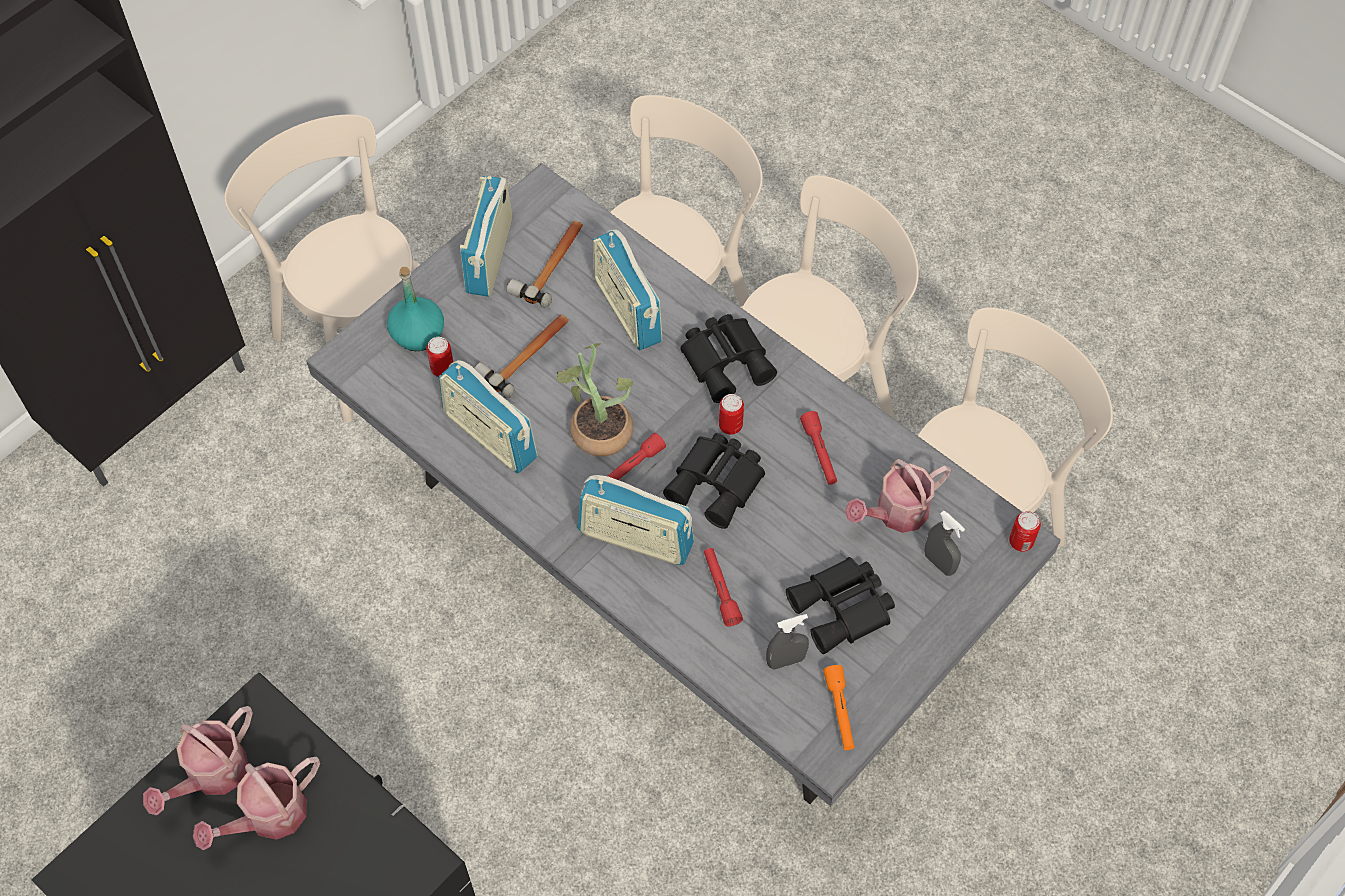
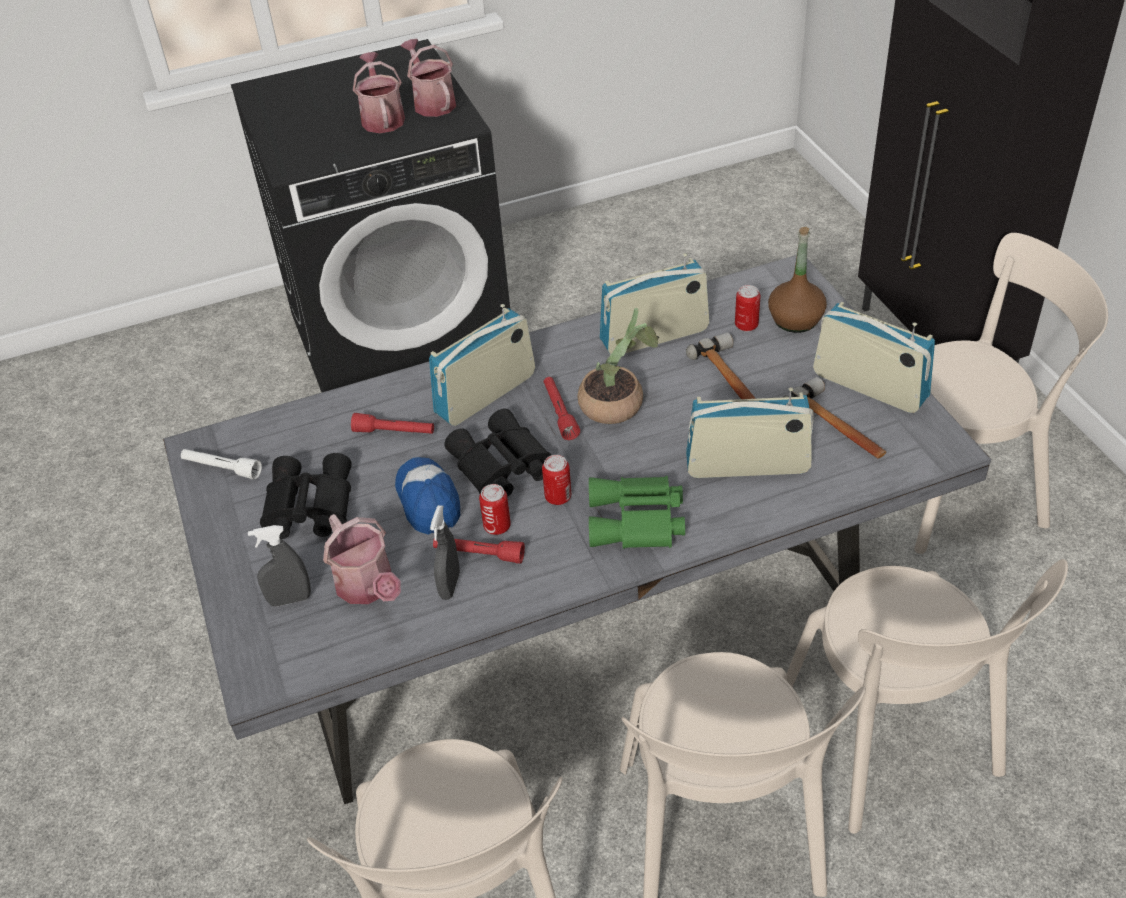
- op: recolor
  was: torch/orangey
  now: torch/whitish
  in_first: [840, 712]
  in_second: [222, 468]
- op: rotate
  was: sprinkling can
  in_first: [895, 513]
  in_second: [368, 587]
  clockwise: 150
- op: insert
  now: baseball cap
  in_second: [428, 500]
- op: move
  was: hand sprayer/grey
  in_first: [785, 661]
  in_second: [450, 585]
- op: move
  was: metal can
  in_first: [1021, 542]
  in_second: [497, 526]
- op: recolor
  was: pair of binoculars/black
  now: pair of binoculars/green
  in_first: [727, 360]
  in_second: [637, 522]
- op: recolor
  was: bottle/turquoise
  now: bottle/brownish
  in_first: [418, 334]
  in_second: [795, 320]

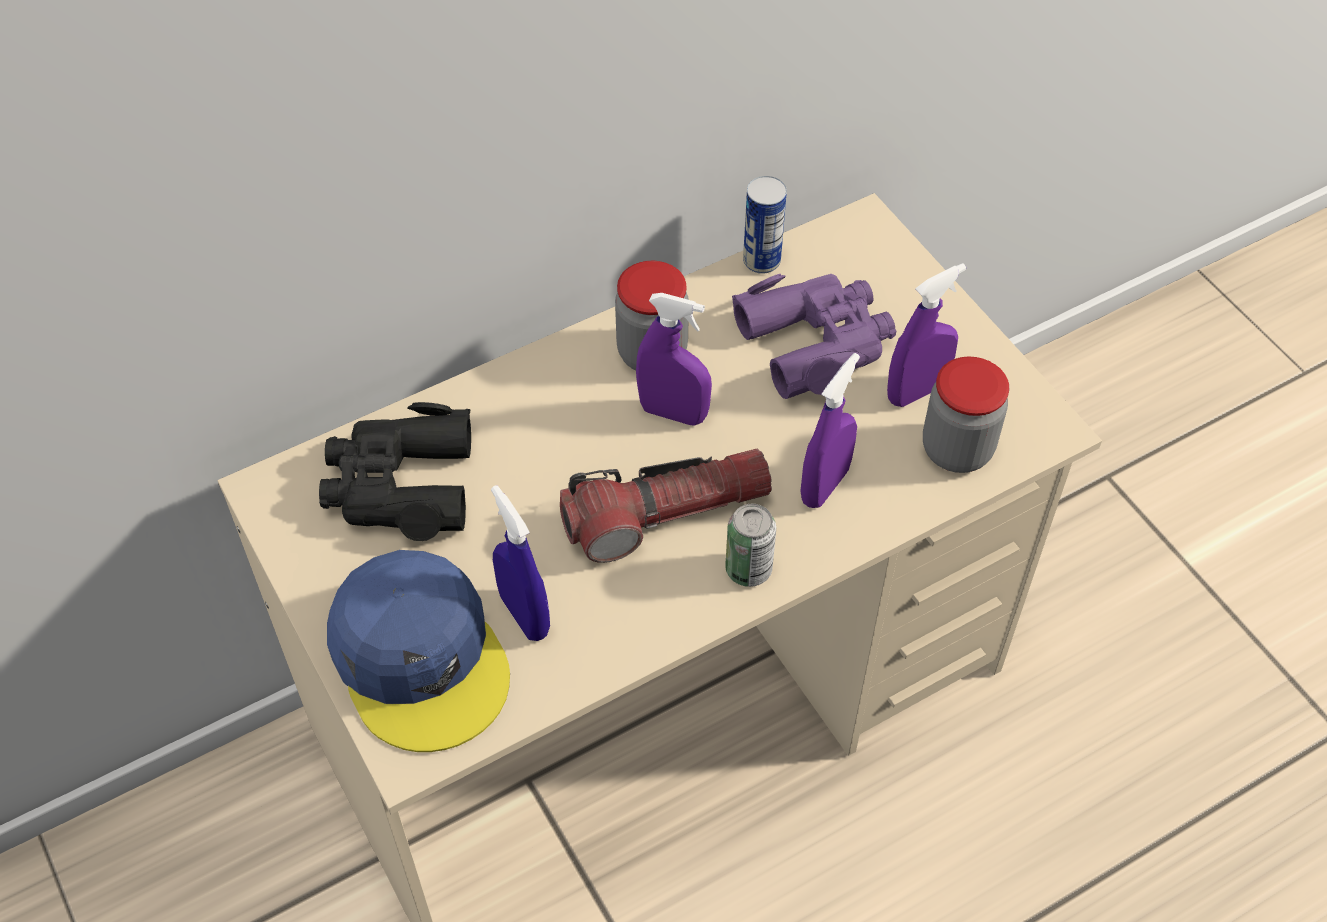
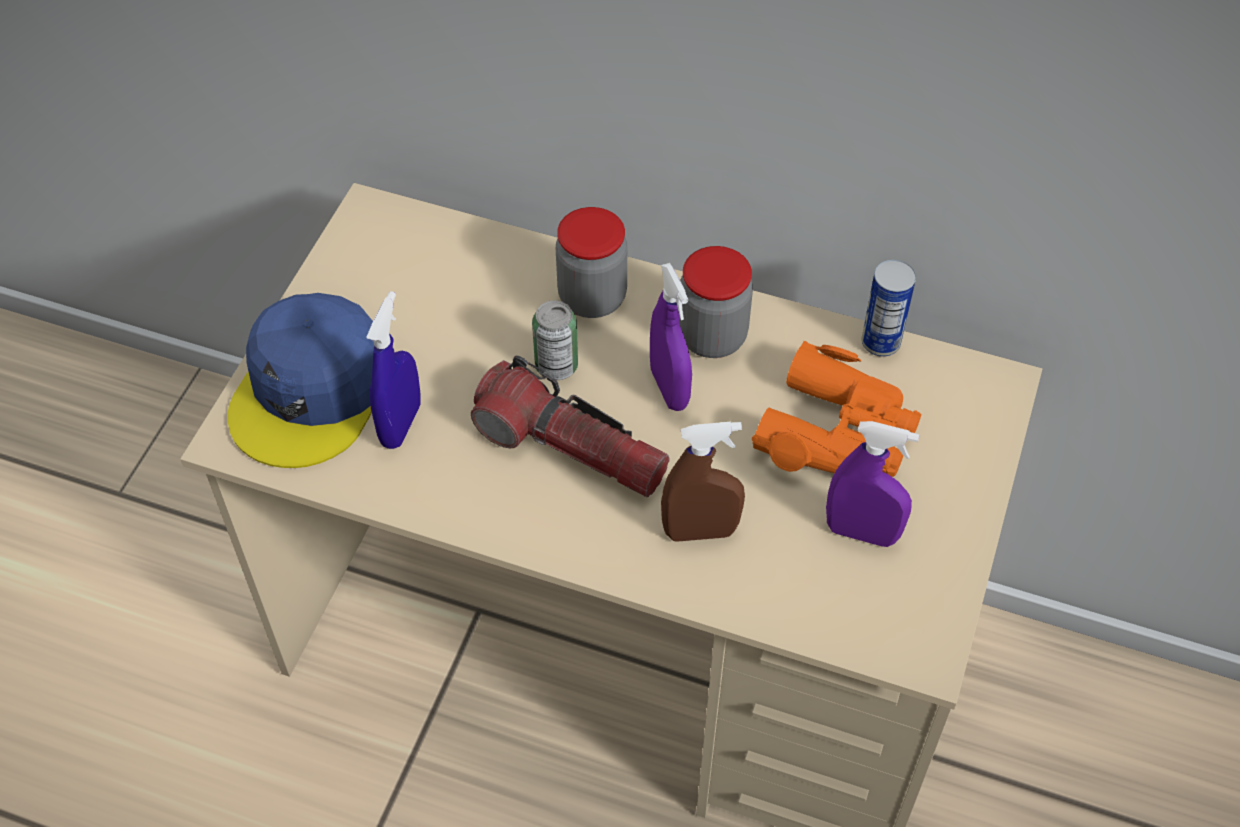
- op: move
  was: metal can
  in_first: [748, 569]
  in_second: [556, 366]
- op: move
  was: preserve jar
  in_first: [957, 449]
  in_second: [592, 298]
- op: recolor
  was: hand sprayer/purple-coloured
  now: hand sprayer/brownish
  in_first: [825, 485]
  in_second: [700, 531]
- op: recolor
  was: pair of binoculars/purple-coloured
  now: pair of binoculars/orangey
  in_first: [816, 342]
  in_second: [838, 432]
- op: delete
  was: pair of binoculars/black
  in_first: [400, 485]

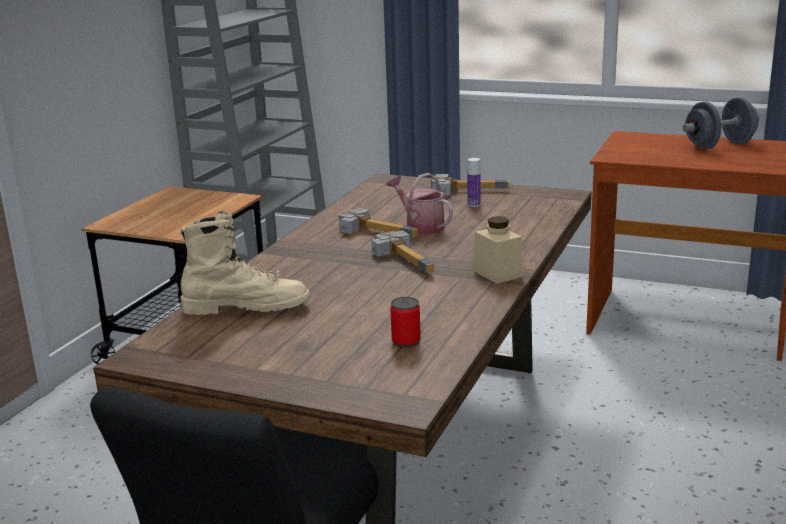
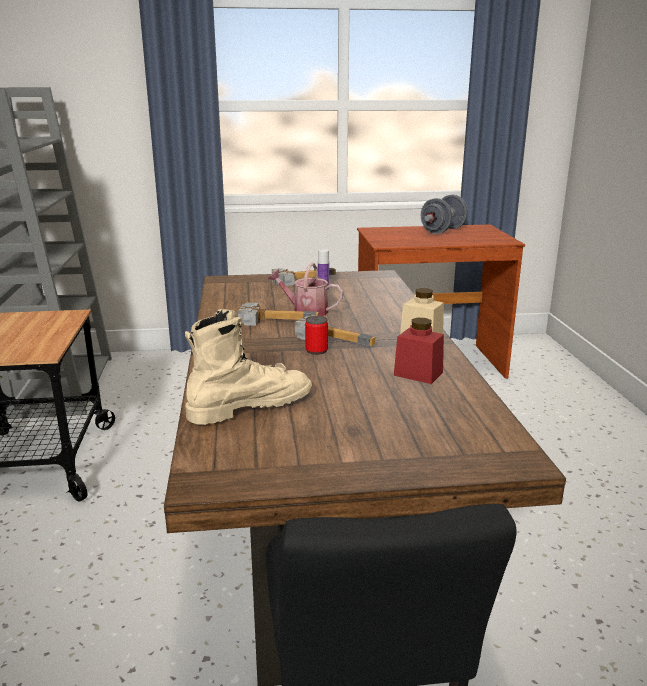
- op: move
  was: metal can
  in_first: [406, 341]
  in_second: [316, 350]
- op: insert
  now: preserve jar/red-coloured
  in_second: [418, 374]

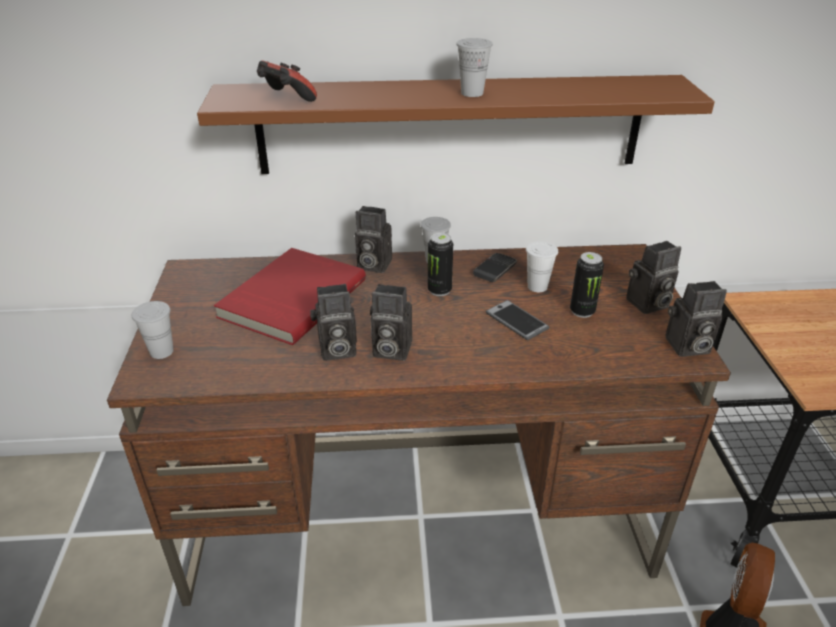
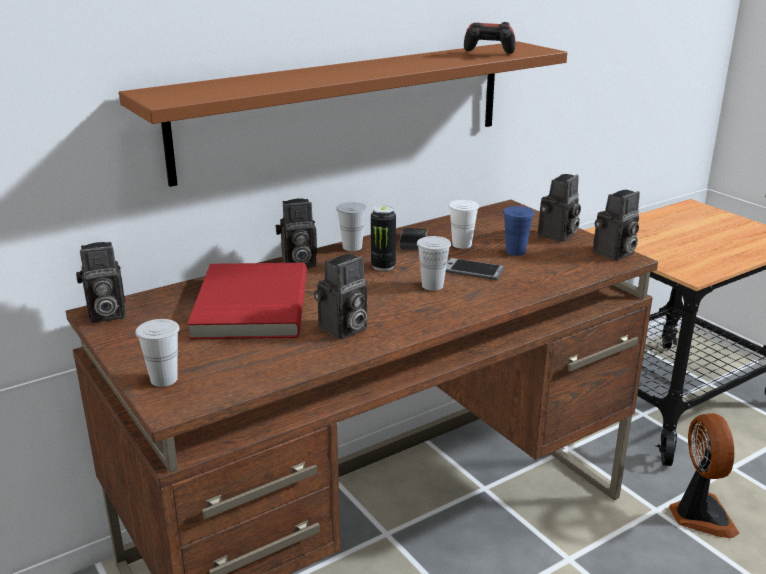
- op: move
  was: still camera
  in_first: [389, 350]
  in_second: [105, 315]
- op: move
  was: drinking cup/whitish
  in_first: [472, 93]
  in_second: [432, 286]
- op: move
  was: gamepad
  in_first: [286, 99]
  in_second: [488, 55]
- op: replace
  was: metal can
  now: drinking cup/bluish
  in_first: [582, 311]
  in_second: [515, 252]

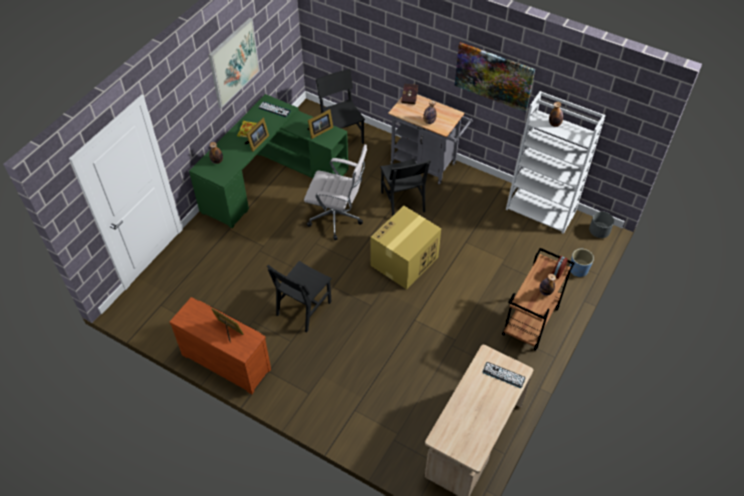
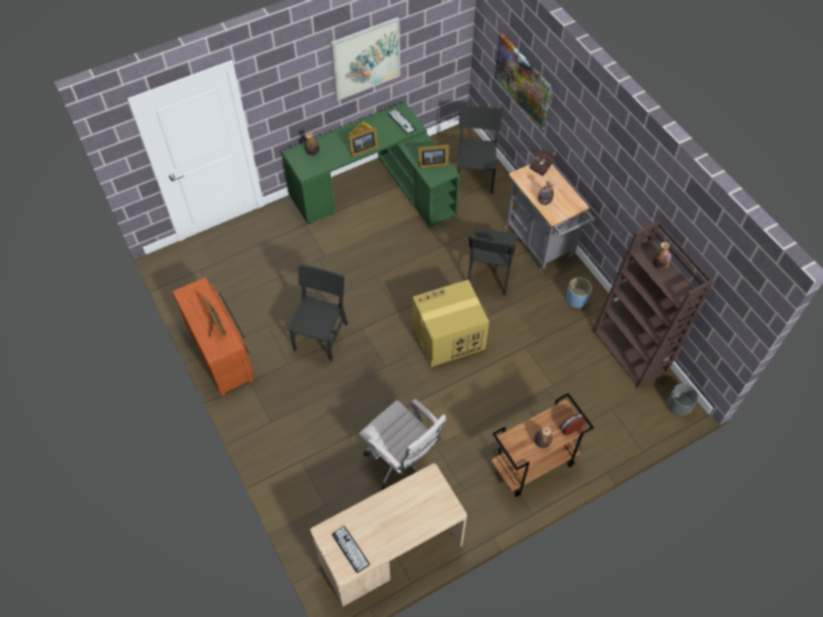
- op: rotate
  was: plain chair/black
  in_first: [303, 308]
  in_second: [321, 336]
  clockwise: 135
- op: move
  was: computer keyboard
  in_first: [503, 375]
  in_second: [350, 549]
- op: move
  was: office chair/whitish
  in_first: [337, 219]
  in_second: [402, 462]
- op: move
  was: wall art
  in_first: [494, 76]
  in_second: [523, 81]
- op: move
  was: flower pot/bluish
  in_first: [578, 270]
  in_second: [576, 300]
- op: recolor
  was: bookcase/whitish
  now: bookcase/brownish
  in_first: [541, 210]
  in_second: [631, 351]

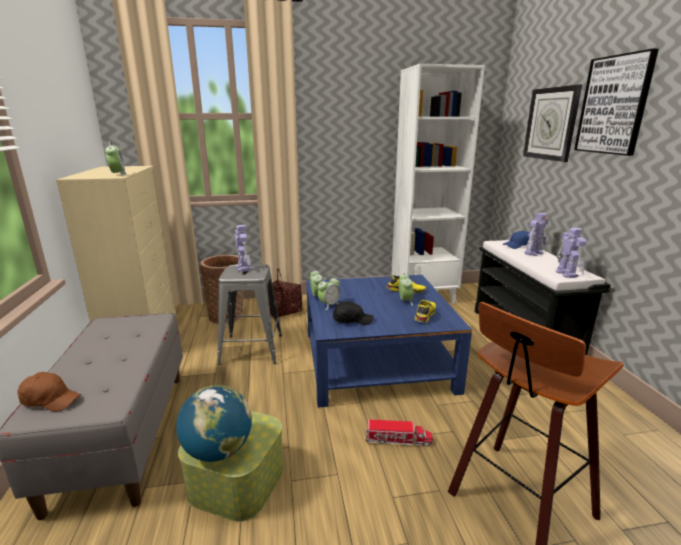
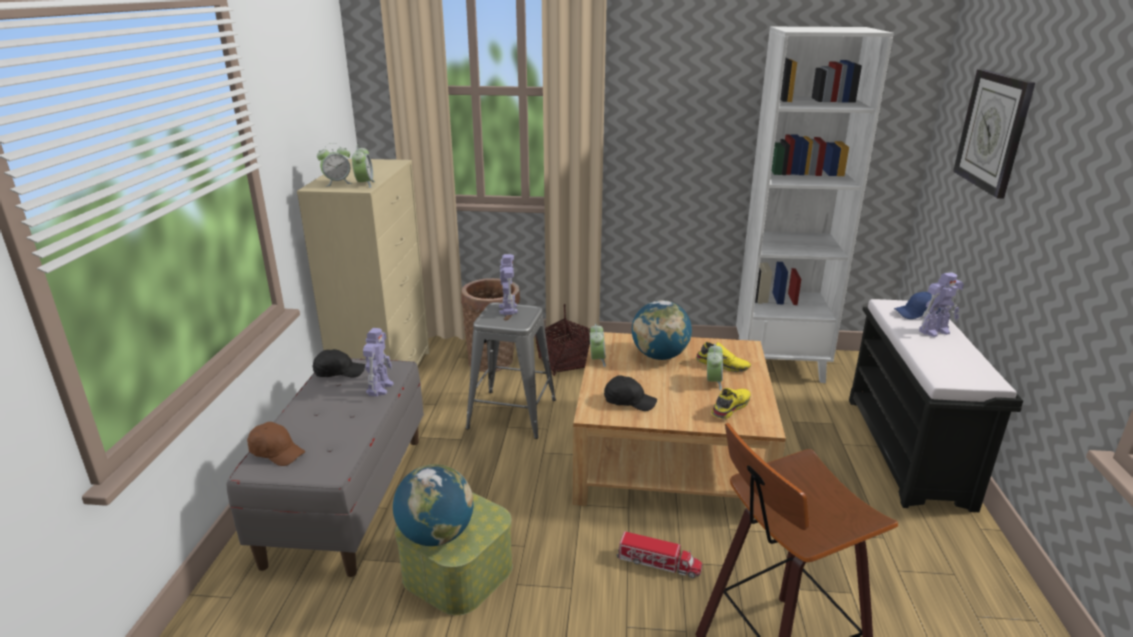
- op: insert
  now: baseball cap/black
  in_second: [339, 372]
- op: move
  was: table clock
  in_first: [329, 305]
  in_second: [337, 183]
- op: move
  was: model robot
  in_first: [566, 273]
  in_second: [380, 388]
- op: recolor
  was: coffee table/bluish
  now: coffee table/sand-coloured
  in_first: [376, 360]
  in_second: [670, 454]
- op: insert
  now: desk globe
  in_second: [659, 356]
- op: delete
  was: wall art
  in_first: [614, 105]

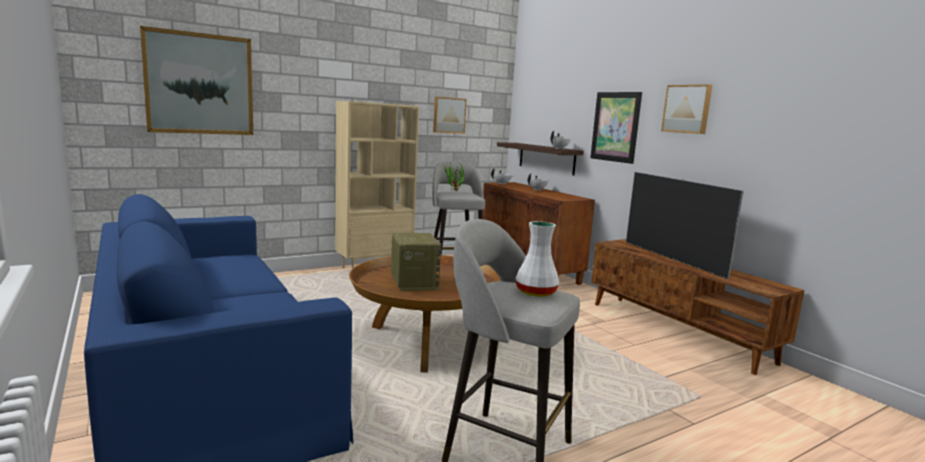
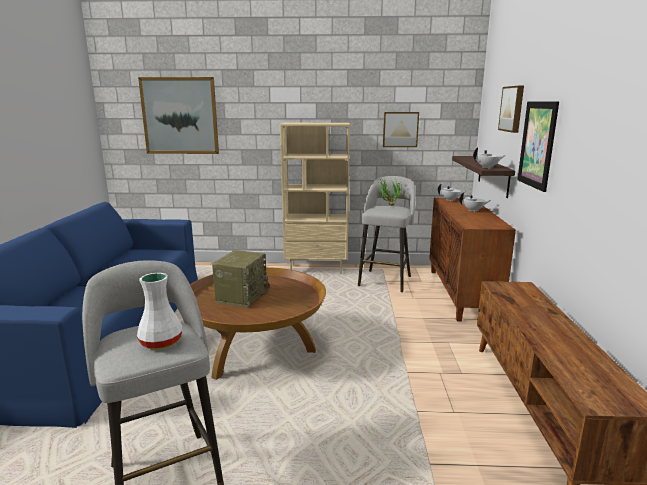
- op: move
  was: wall art
  in_first: [687, 109]
  in_second: [513, 109]
- op: delete
  was: TV
  in_first: [672, 259]

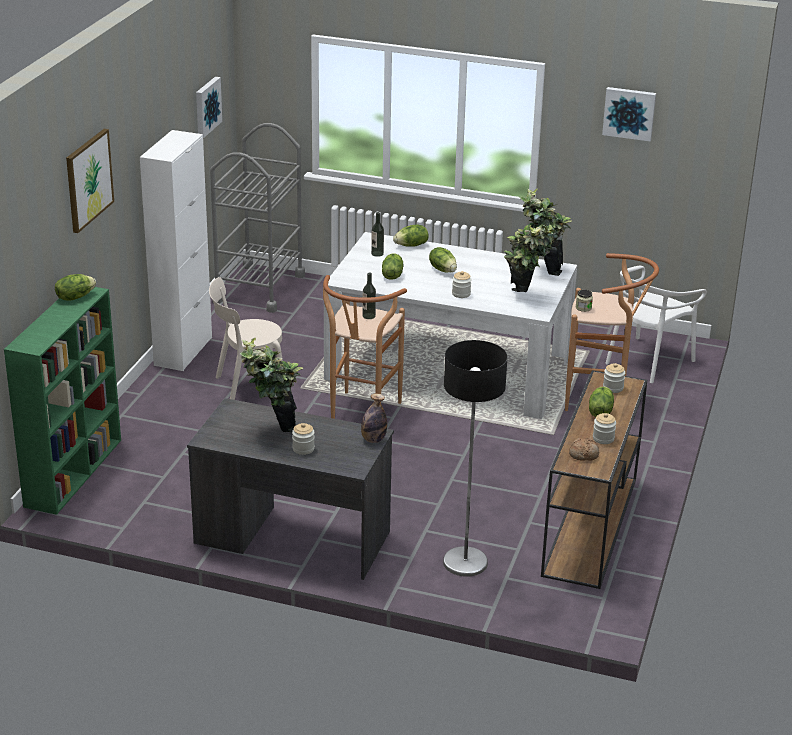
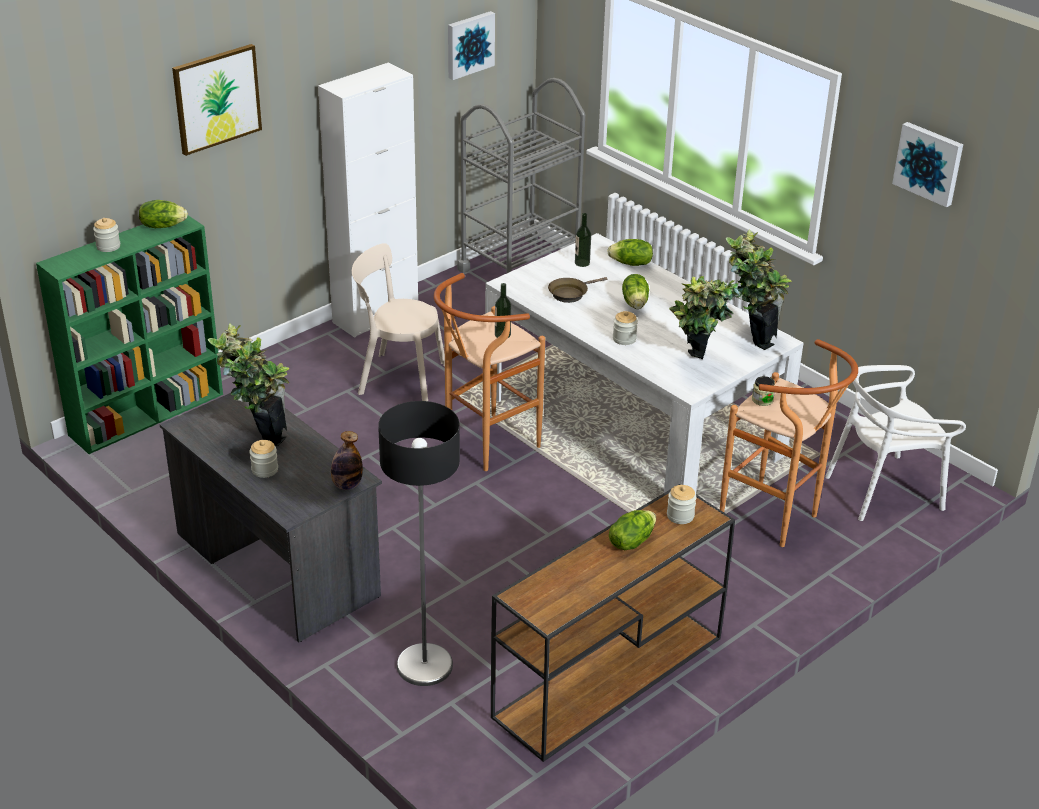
- op: move
  was: preserve jar
  in_first: [603, 438]
  in_second: [108, 246]
- op: replace
  was: head of lettuce
  now: pan/brownish
  in_first: [392, 275]
  in_second: [570, 293]
- op: delete
  was: bakery bread
  in_first: [584, 454]

